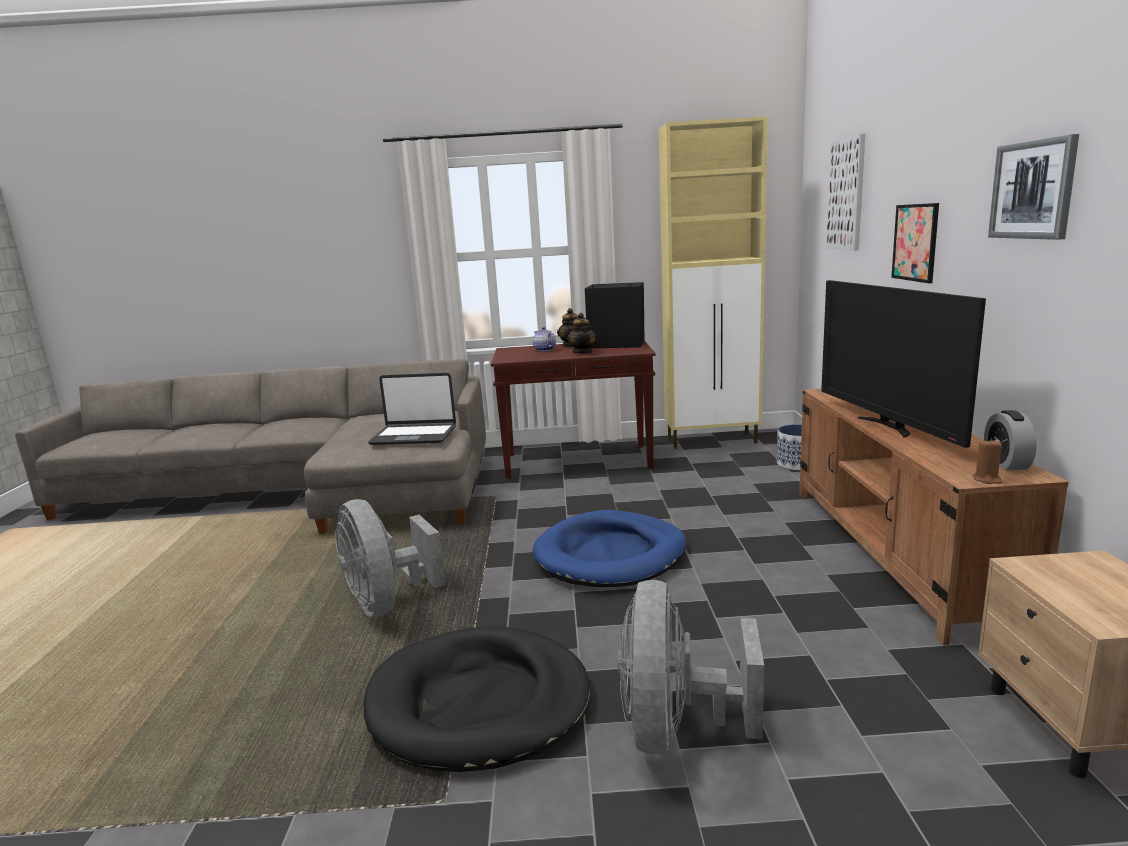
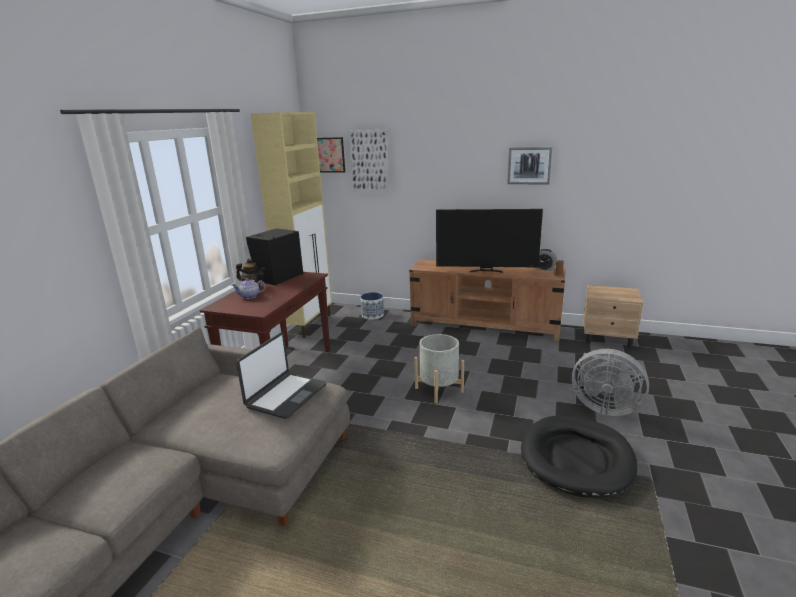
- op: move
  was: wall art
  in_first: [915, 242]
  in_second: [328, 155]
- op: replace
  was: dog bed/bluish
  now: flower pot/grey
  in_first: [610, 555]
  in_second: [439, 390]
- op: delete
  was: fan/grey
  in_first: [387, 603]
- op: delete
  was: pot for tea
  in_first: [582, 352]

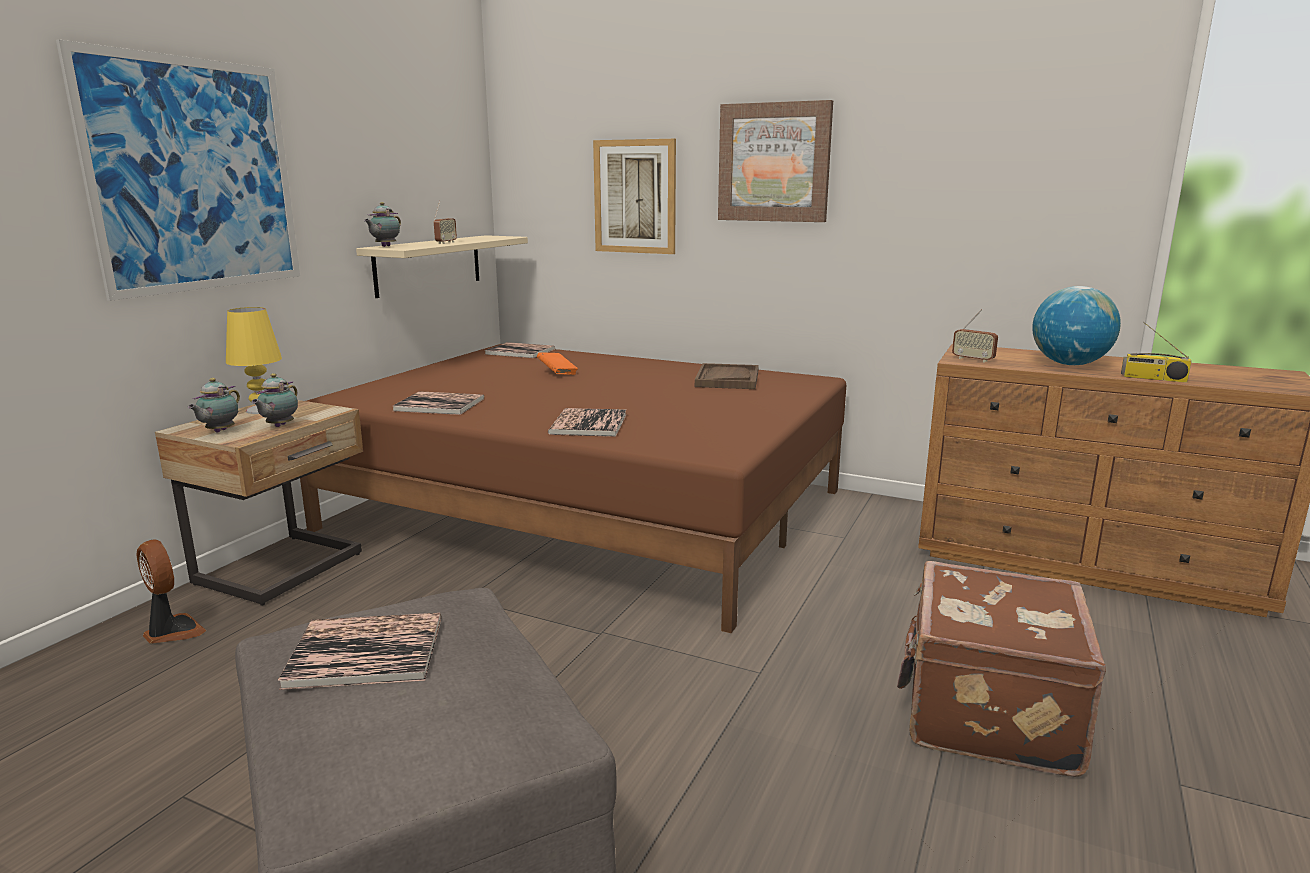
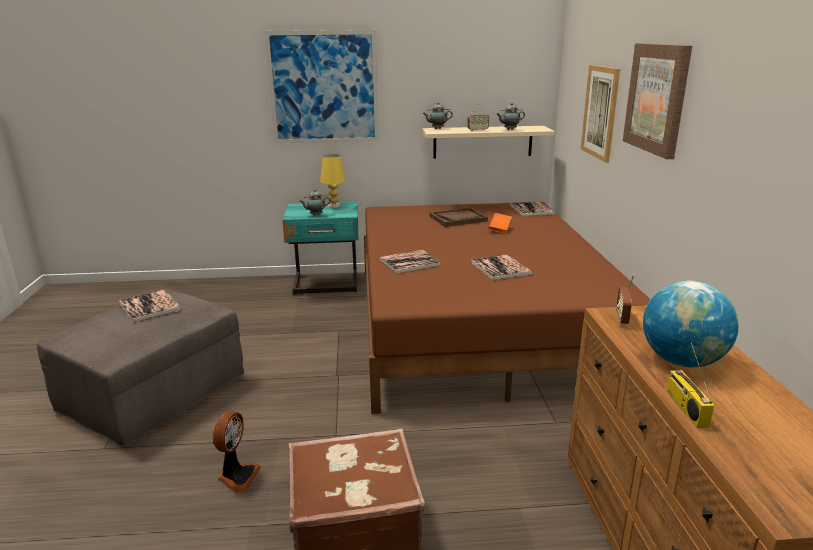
- op: move
  was: fan
  in_first: [172, 632]
  in_second: [237, 476]
- op: recolor
  was: night table/sand-coloured
  now: night table/turquoise
  in_first: [284, 569]
  in_second: [326, 284]
- op: move
  was: carrying tray/brownish
  in_first: [727, 379]
  in_second: [458, 219]
- op: move
  was: volume
  in_first: [439, 404]
  in_second: [500, 268]
- op: move
  was: pot for tea
  in_first: [218, 431]
  in_second: [509, 129]

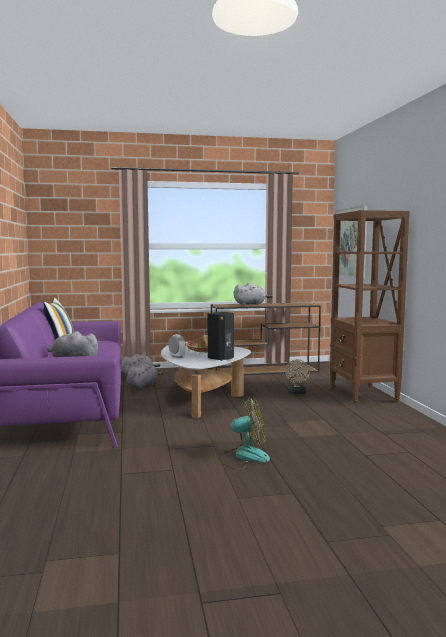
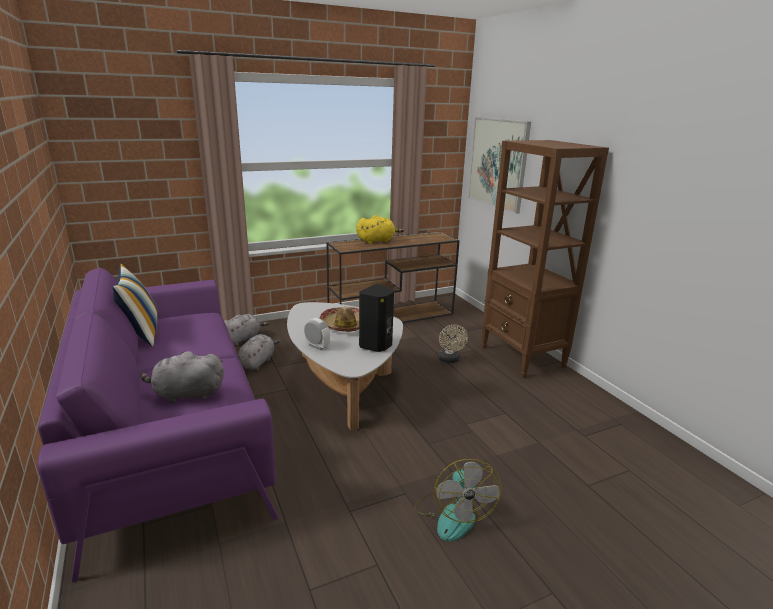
- op: recolor
  was: soft toy/grey
  now: soft toy/yellow-coloured
  in_first: [251, 304]
  in_second: [377, 241]
- op: rotate
  was: fan
  in_first: [243, 457]
  in_second: [452, 514]
  clockwise: 105

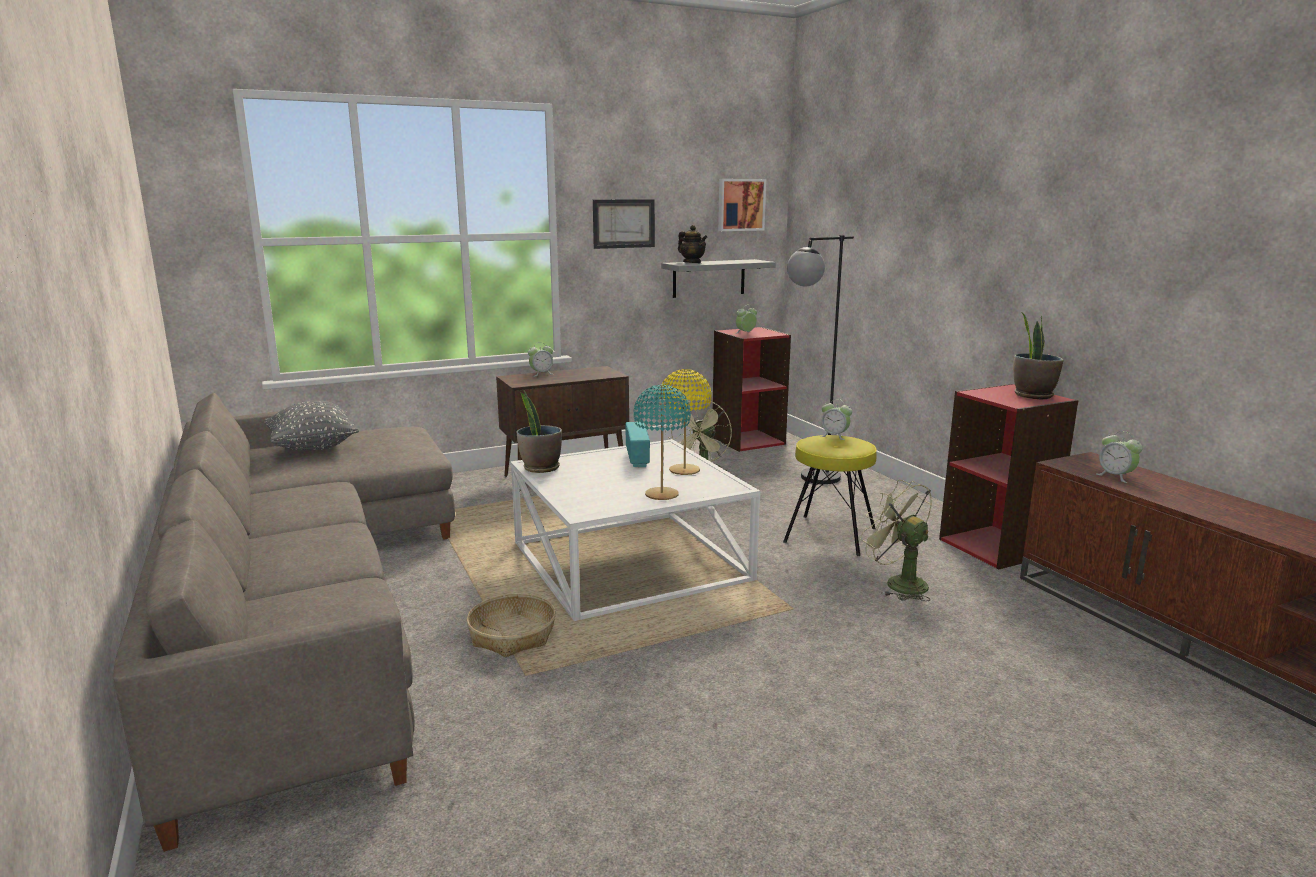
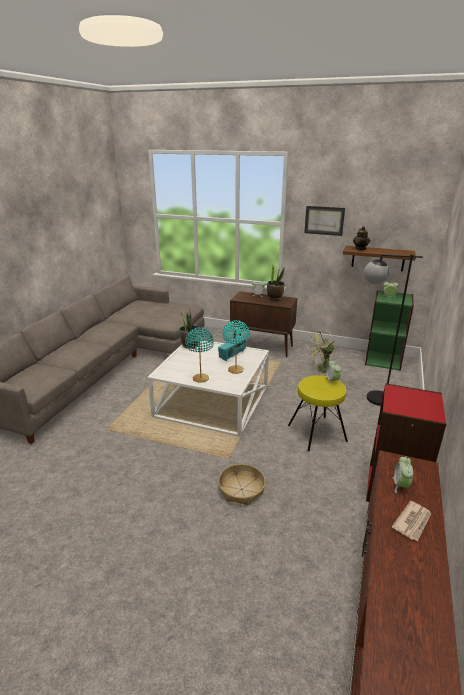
- op: move
  was: household basket
  in_first: [513, 635]
  in_second: [241, 489]
- op: recolor
  was: lamp for a table/yellow-coloured
  now: lamp for a table/turquoise
  in_first: [684, 470]
  in_second: [236, 370]
- op: move
  was: houseplant
  in_first: [1032, 395]
  in_second: [275, 298]
- op: recolor
  was: wall shelf/grey
  now: wall shelf/brownish
  in_first: [709, 278]
  in_second: [378, 258]
- op: recolor
  was: bookcase/red-coloured
  now: bookcase/green
  in_first: [748, 440]
  in_second: [383, 360]
- op: insert
  now: newspaper
  in_second: [413, 522]
- op: delete
  was: cushion/grey
  in_first: [313, 447]
- op: delete
  was: wall art
  in_first: [740, 205]
- op: delete
  was: fan/green
  in_first: [897, 583]

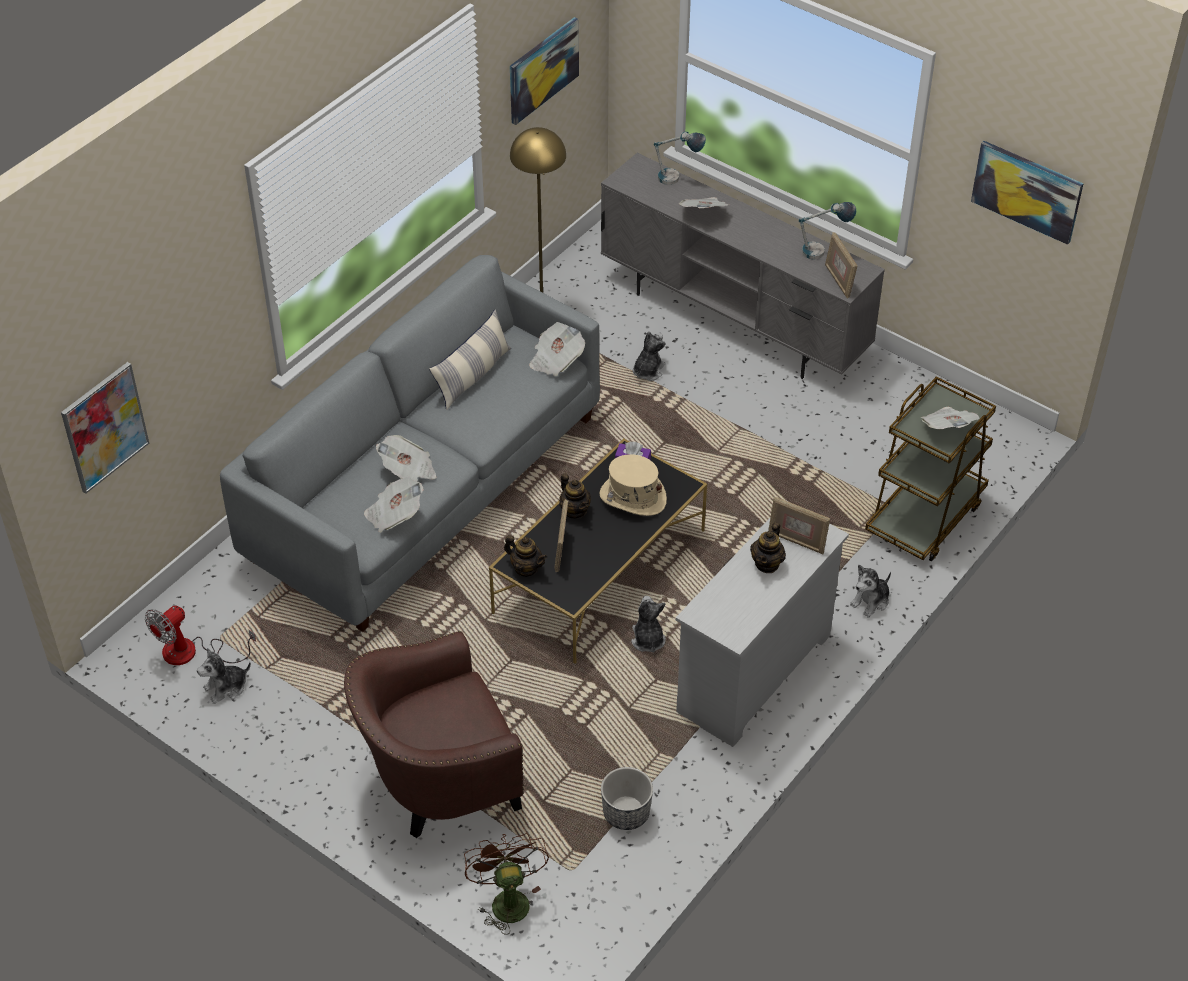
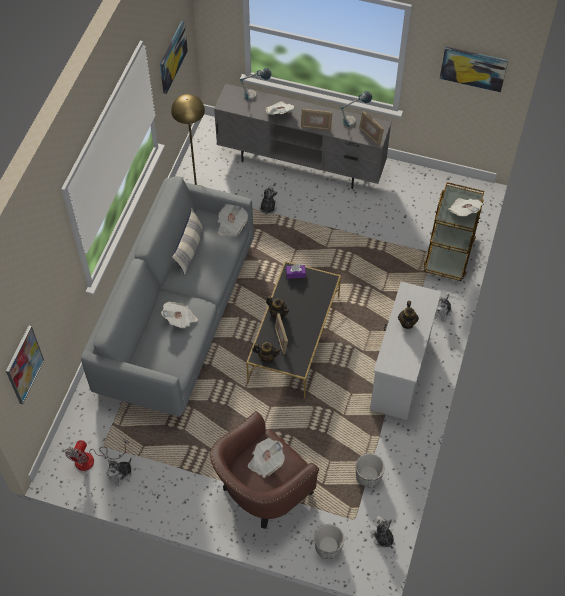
- op: move
  was: newspaper
  in_first: [394, 515]
  in_second: [265, 462]
- op: move
  was: photo frame
  in_first: [796, 541]
  in_second: [316, 127]
- op: replace
  was: fan/brownish
  now: flower pot
  in_first: [507, 899]
  in_second: [328, 547]
- op: move
  was: soft toy
  in_first: [647, 639]
  in_second: [382, 537]
- op: delete
  was: hat/sand-coloured
  in_first: [632, 498]

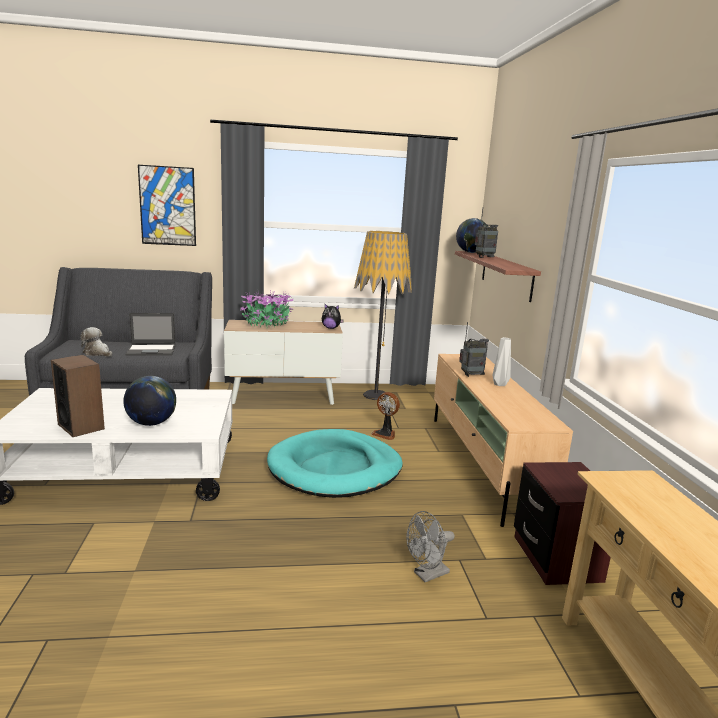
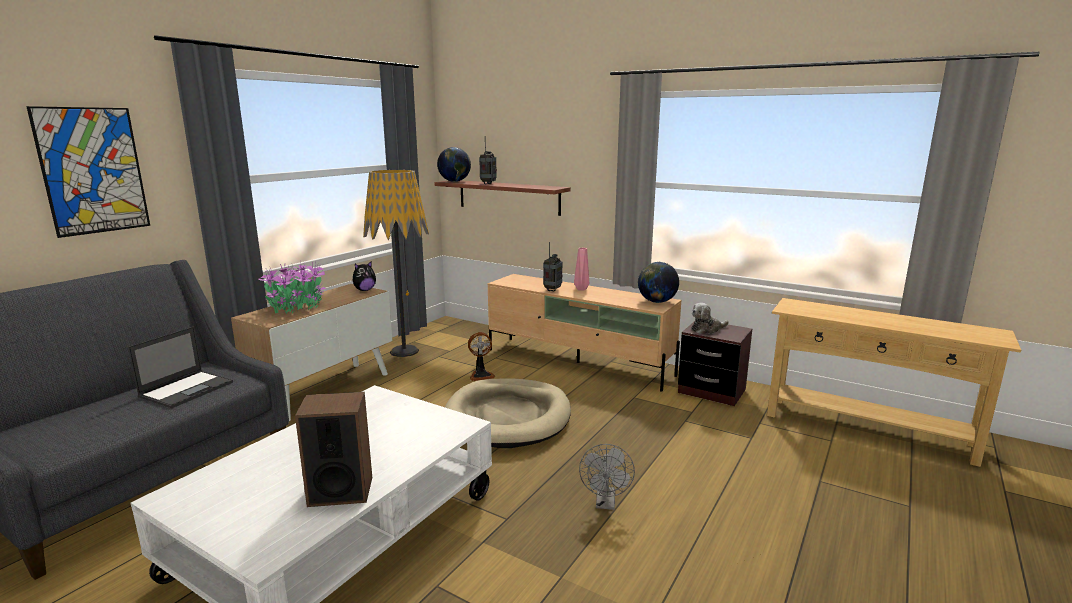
- op: recolor
  was: dog bed/turquoise
  now: dog bed/sand-coloured
  in_first: [335, 468]
  in_second: [508, 417]
- op: recolor
  was: decorative vase/grey
  now: decorative vase/pink-coloured
  in_first: [499, 384]
  in_second: [581, 289]
- op: move
  was: fan/grey
  in_first: [427, 575]
  in_second: [606, 503]
- op: move
  was: desk globe
  in_first: [151, 423]
  in_second: [657, 302]
- op: move
  was: soft toy
  in_first: [97, 353]
  in_second: [707, 329]

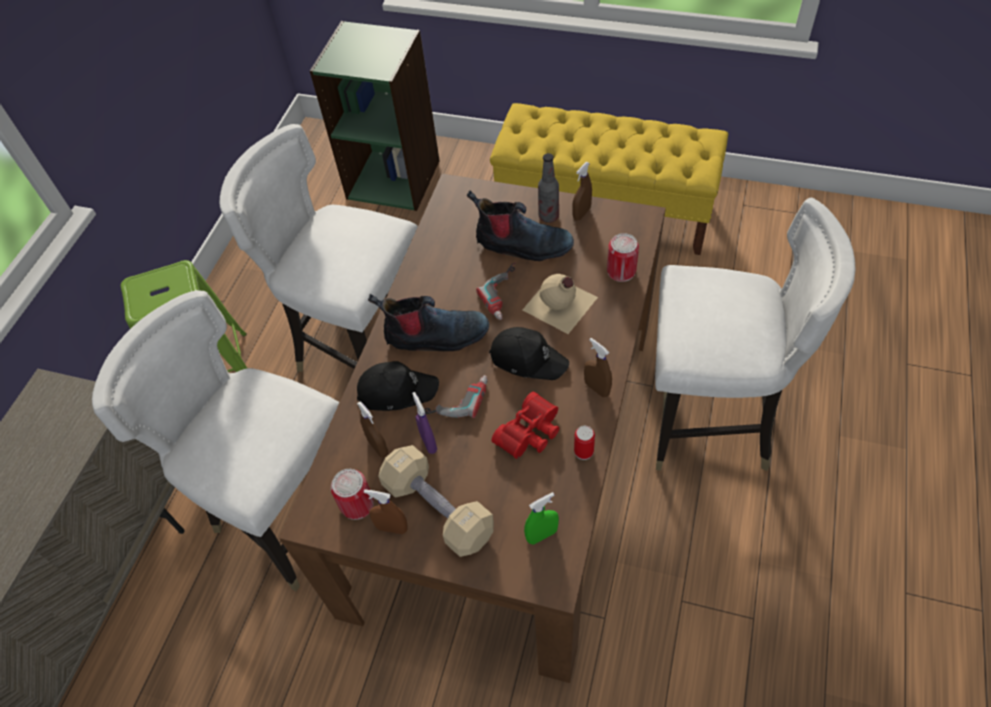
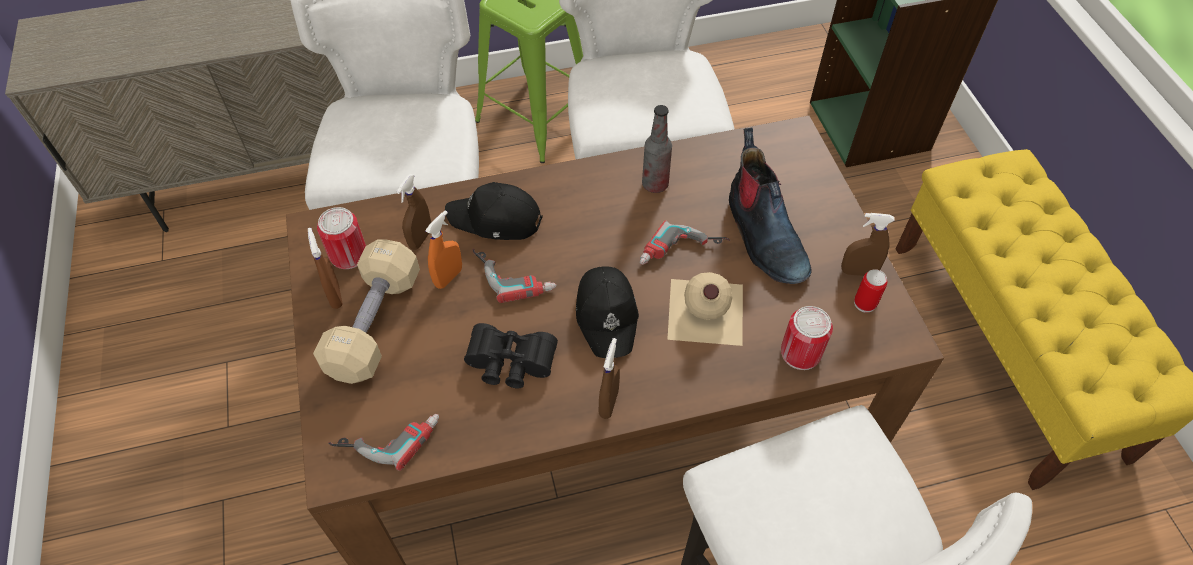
- op: replace
  was: hand sprayer/green
  now: power drill
  in_first: [542, 535]
  in_second: [387, 434]
- op: recolor
  was: hand sprayer/purple-coloured
  now: hand sprayer/orangey
  in_first: [428, 442]
  in_second: [448, 277]
- op: rotate
  was: baseball cap/black
  in_first: [396, 390]
  in_second: [495, 220]
  clockwise: 135
- op: recolor
  was: pair of binoculars/red-coloured
  now: pair of binoculars/black
  in_first: [531, 433]
  in_second: [510, 365]
- op: move
  was: bottle
  in_first: [548, 216]
  in_second: [655, 184]
- op: move
  was: metal can
  in_first: [583, 451]
  in_second: [865, 303]
- op: delete
  was: boot
  in_first: [435, 336]

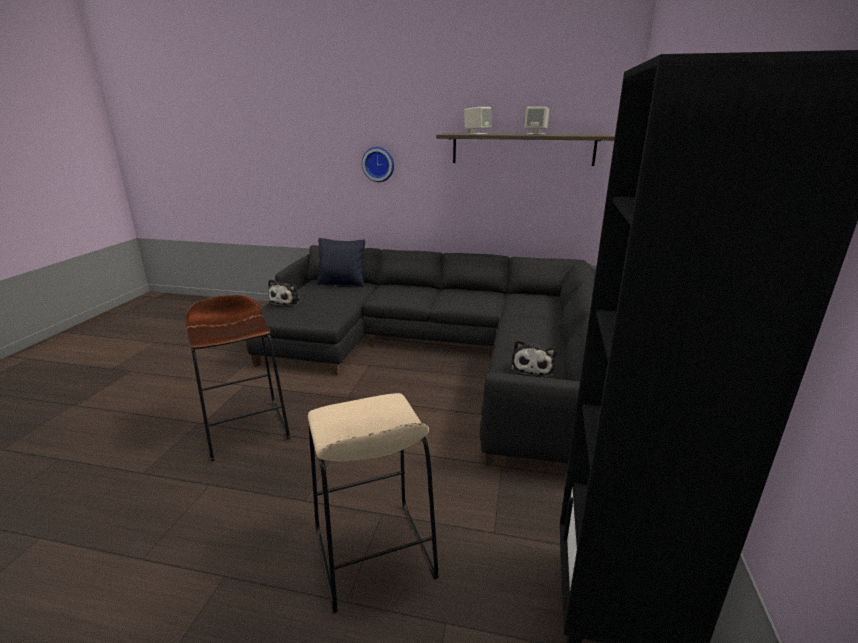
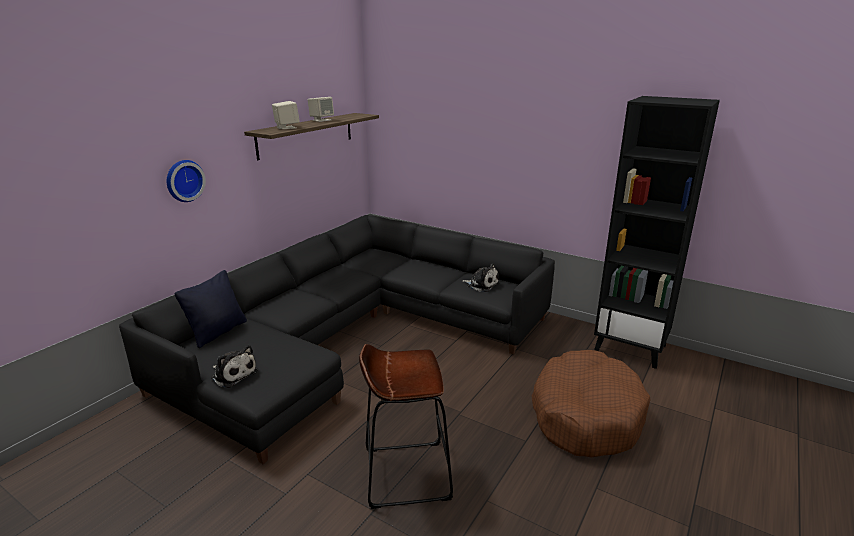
- op: replace
  was: stool seat/sand-coloured
  now: dog bed/brownish
  in_first: [373, 554]
  in_second: [585, 415]

